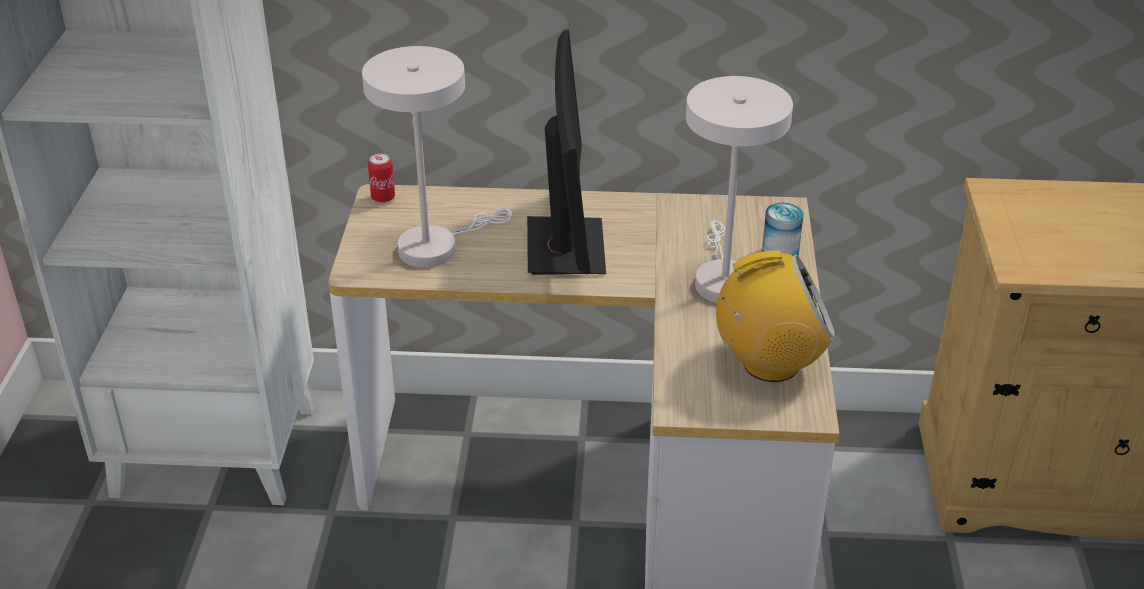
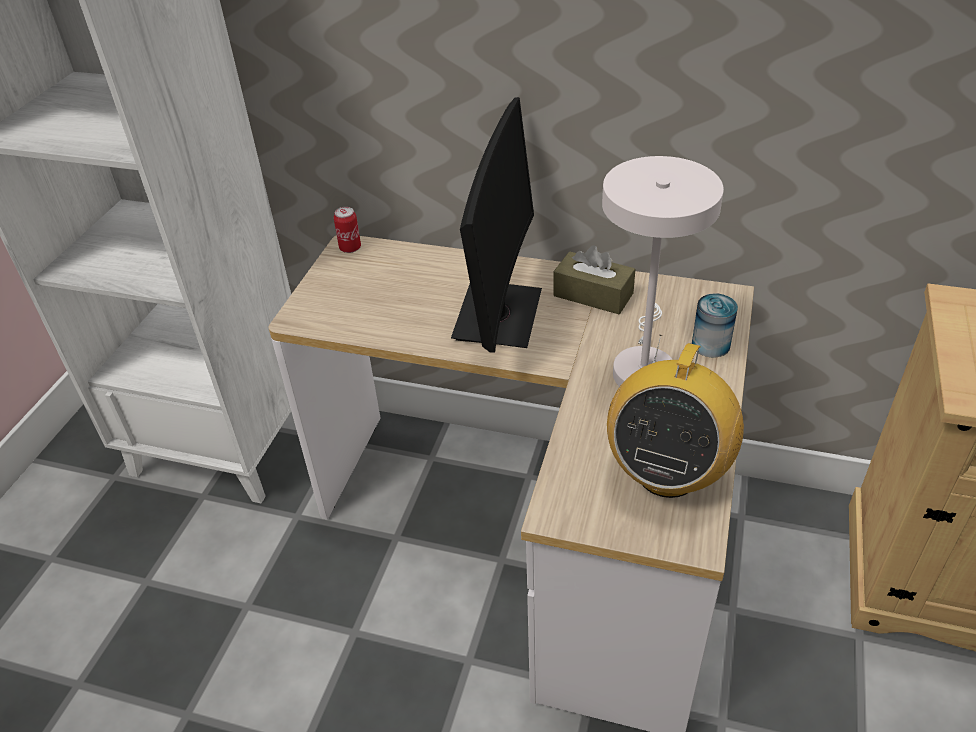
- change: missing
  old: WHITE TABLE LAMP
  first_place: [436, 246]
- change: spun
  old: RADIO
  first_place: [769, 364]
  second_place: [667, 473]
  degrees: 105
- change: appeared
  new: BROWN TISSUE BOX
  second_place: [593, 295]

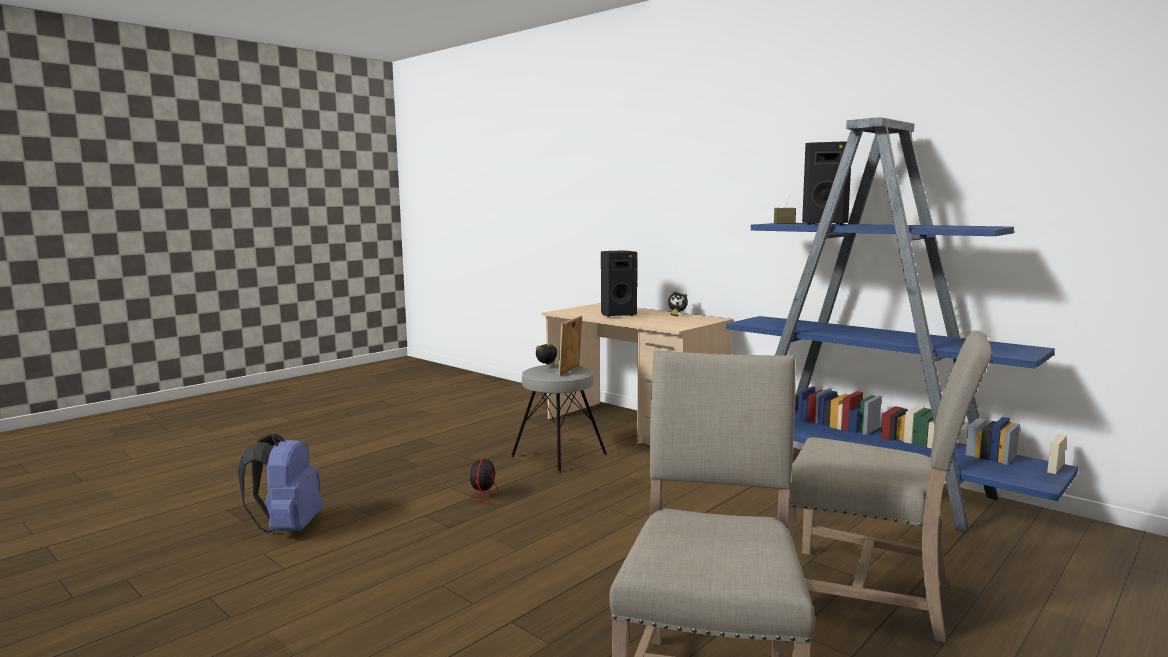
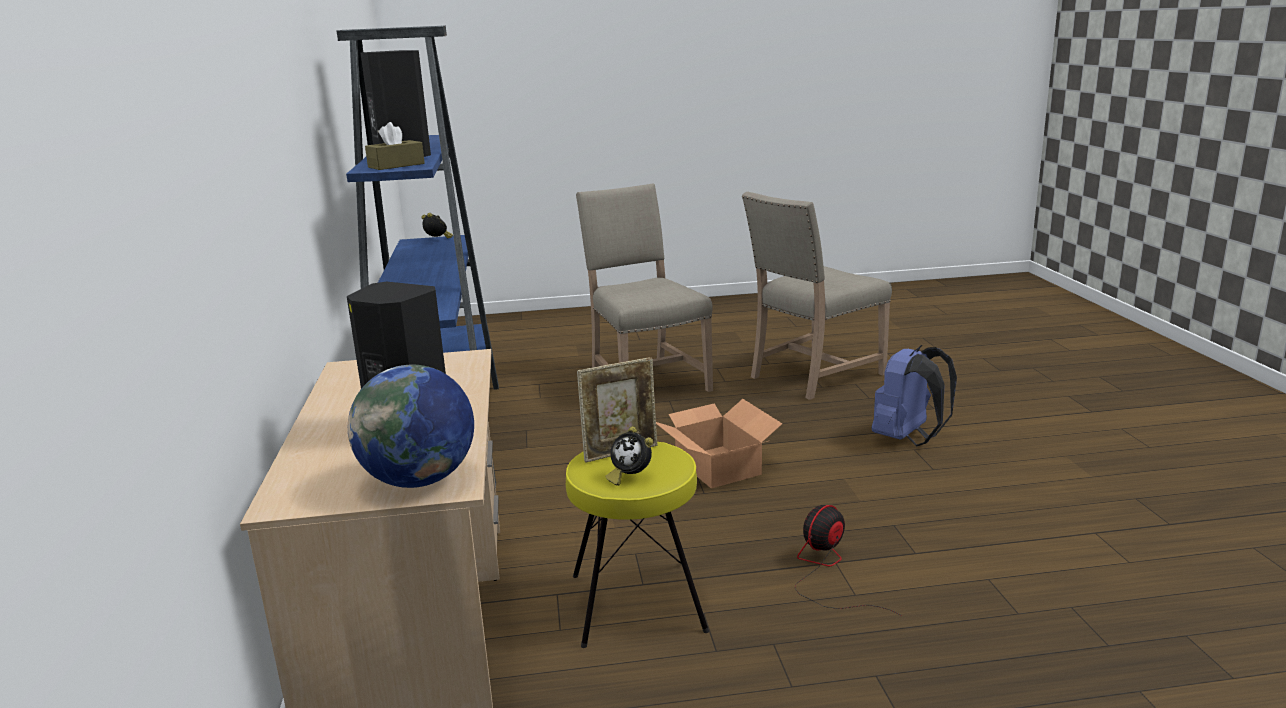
- change: relocated
  old: BLUE BACKPACK
  first_place: [288, 528]
  second_place: [908, 438]
- change: colour
  old: GREY STOOL
  new: YELLOW STOOL
  first_place: [558, 455]
  second_place: [638, 602]
- change: relocated
  old: ALARM CLOCK
  first_place: [676, 315]
  second_place: [437, 240]
- change: appeared
  new: GLOBE
  second_place: [419, 480]
- change: appeared
  new: CARDBOARD BOX
  second_place: [718, 466]

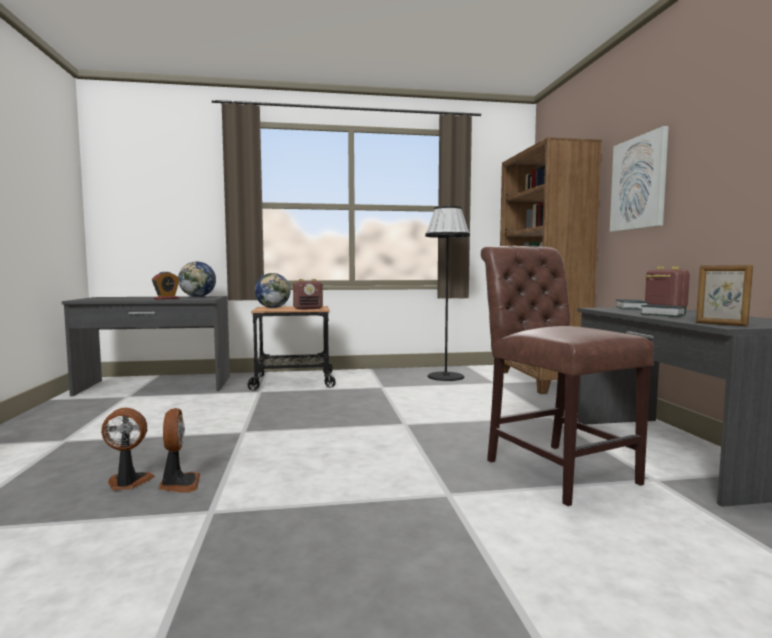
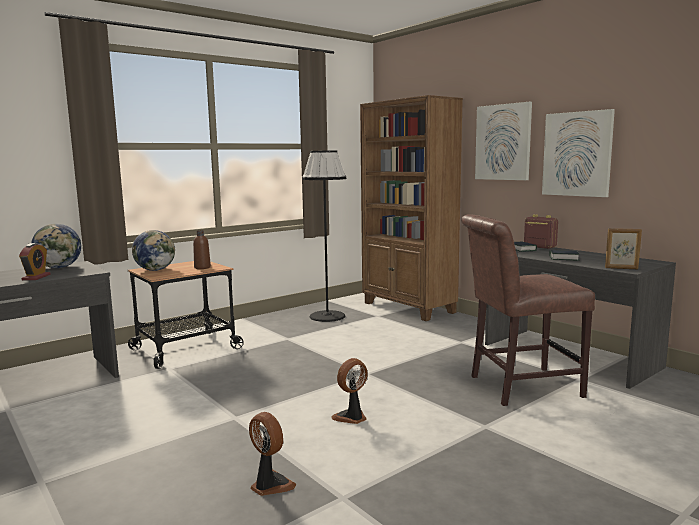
- change: relocated
  old: FAN
  first_place: [128, 483]
  second_place: [351, 417]
- change: exchanged
  old: RADIO
  new: BROWN BOTTLE
  first_place: [308, 308]
  second_place: [202, 267]
- change: spun
  old: BROWN CHAIR
  first_place: [554, 468]
  second_place: [519, 386]
  degrees: -45
- change: appeared
  new: PICTURE
  second_place: [577, 154]

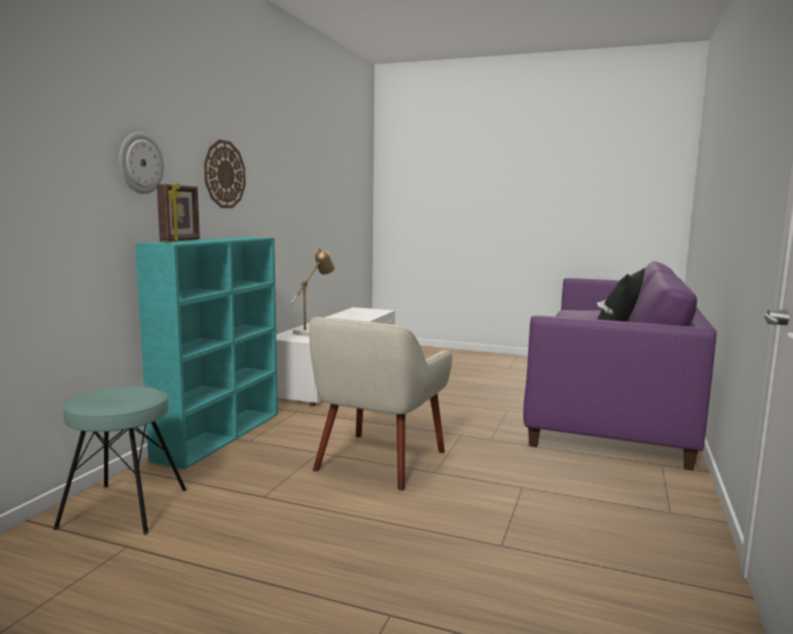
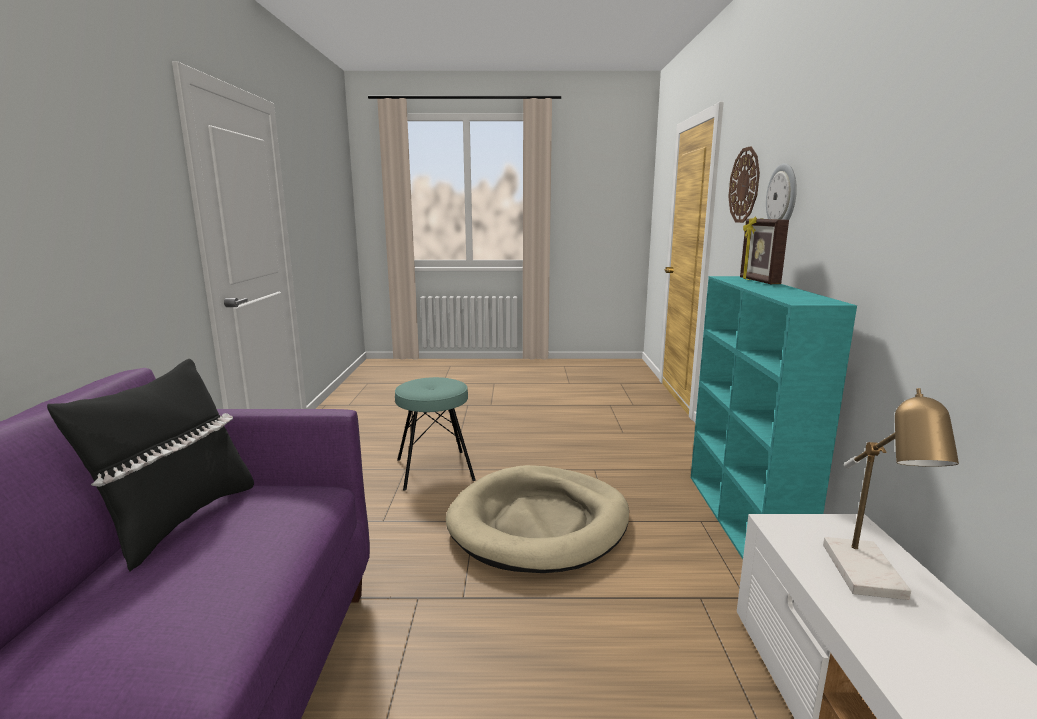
- change: relocated
  old: TURQUOISE STOOL
  first_place: [124, 508]
  second_place: [435, 470]
- change: relocated
  old: WALL CLOCK
  first_place: [224, 174]
  second_place: [744, 185]
- change: exchanged
  old: BEIGE ARMCHAIR
  new: BEIGE DOG BED
  first_place: [378, 461]
  second_place: [539, 523]

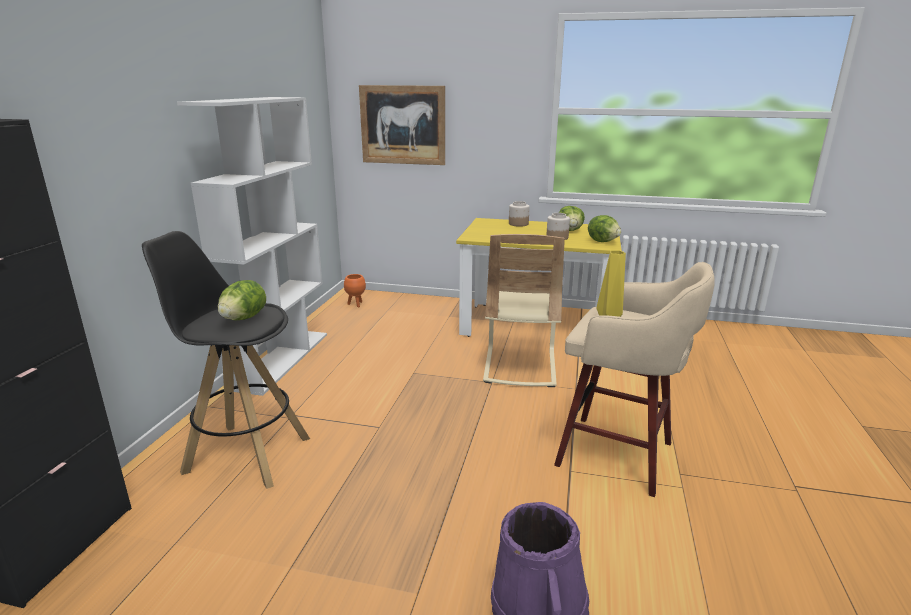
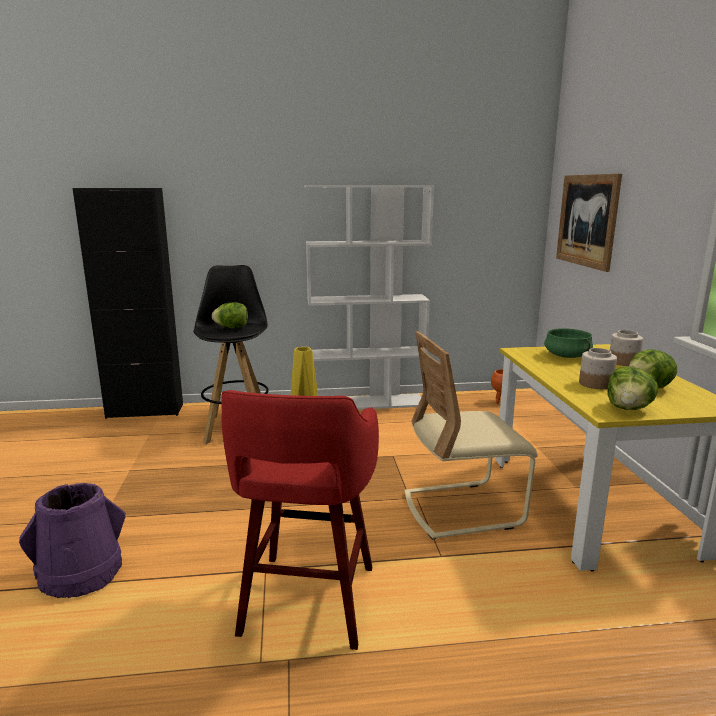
- change: colour
  old: BEIGE STOOL
  new: RED STOOL
  first_place: [619, 455]
  second_place: [307, 603]
- change: appeared
  new: GREEN COOKING POT
  second_place: [567, 356]

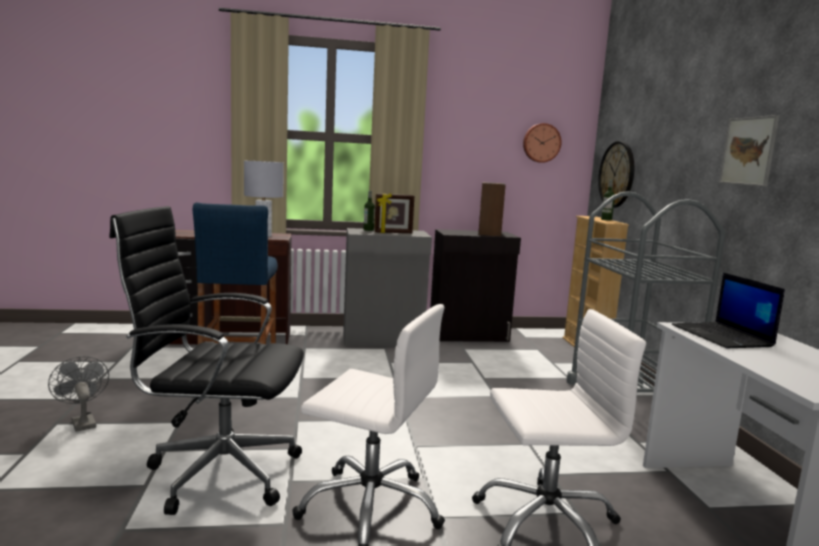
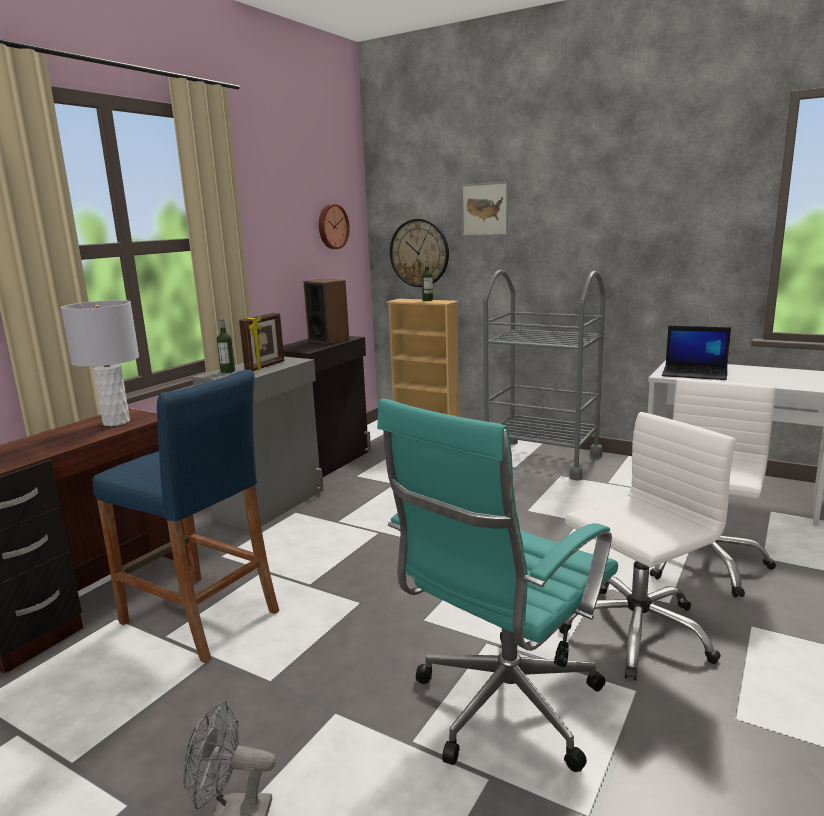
- change: colour
  old: BLACK OFFICE CHAIR
  new: TURQUOISE OFFICE CHAIR
  first_place: [217, 473]
  second_place: [502, 710]
- change: relocated
  old: PICTURE
  first_place: [748, 151]
  second_place: [485, 209]

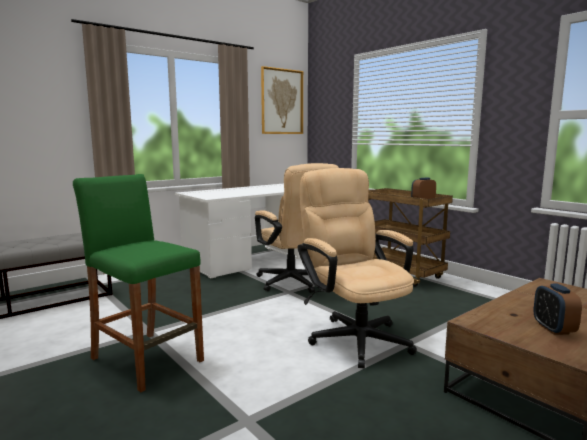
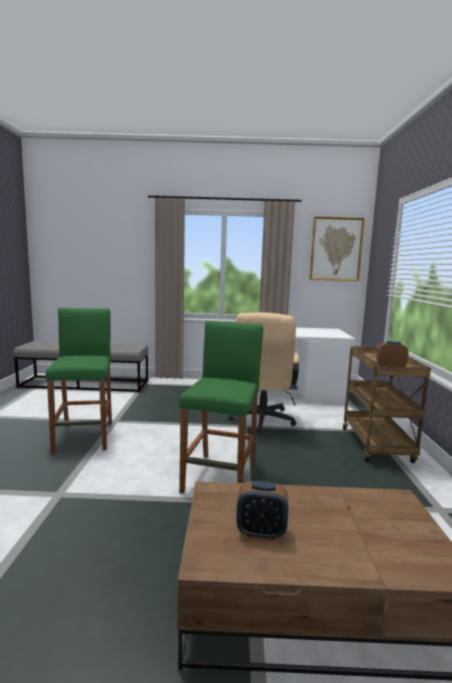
- change: exchanged
  old: BEIGE OFFICE CHAIR
  new: GREEN STOOL
  first_place: [354, 336]
  second_place: [221, 477]
- change: spun
  old: ALARM CLOCK
  first_place: [553, 329]
  second_place: [261, 532]
  degrees: -120

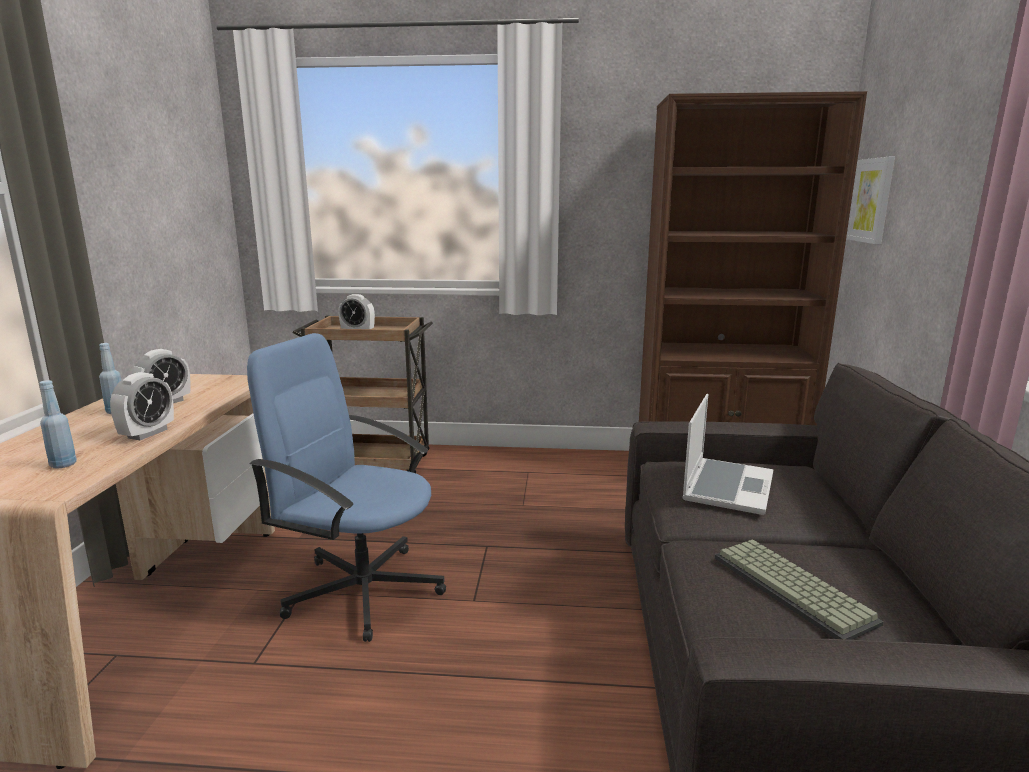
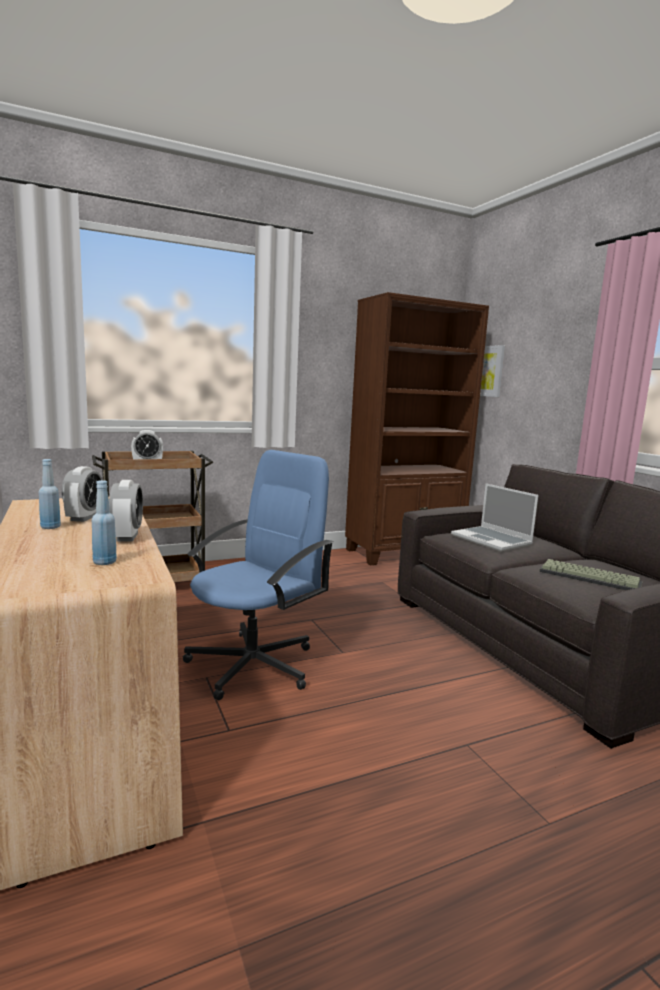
- change: spun
  old: BLUE OFFICE CHAIR
  first_place: [362, 589]
  second_place: [254, 664]
  degrees: 135
- change: spun
  old: LAPTOP
  first_place: [727, 487]
  second_place: [492, 540]
  degrees: 150

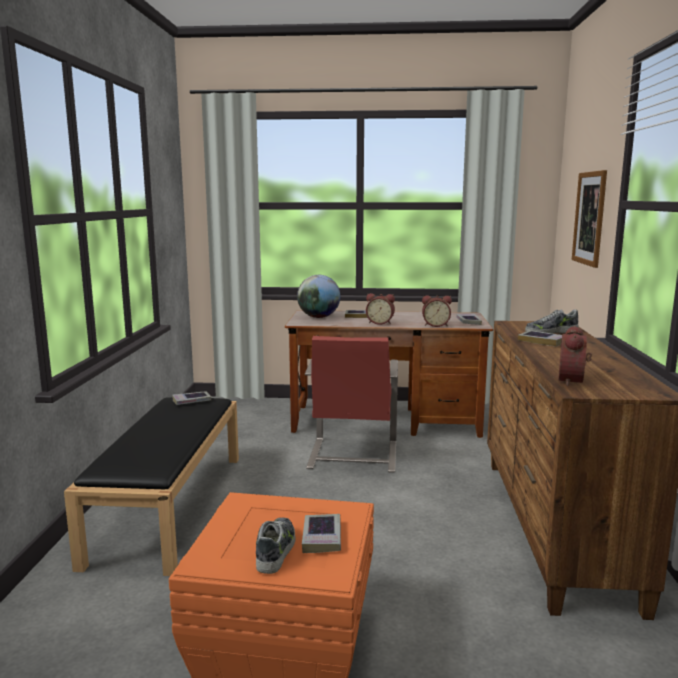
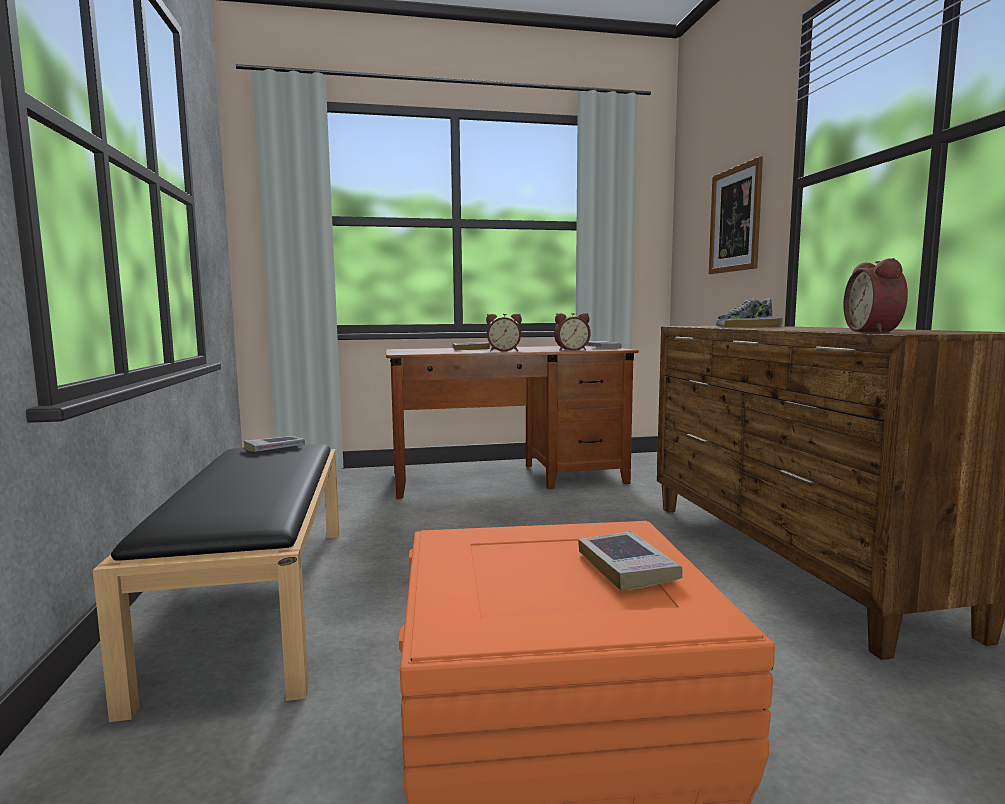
- change: missing
  old: SHOE
  first_place: [276, 550]
- change: missing
  old: GLOBE
  first_place: [318, 317]
- change: missing
  old: RED CHAIR
  first_place: [352, 456]

